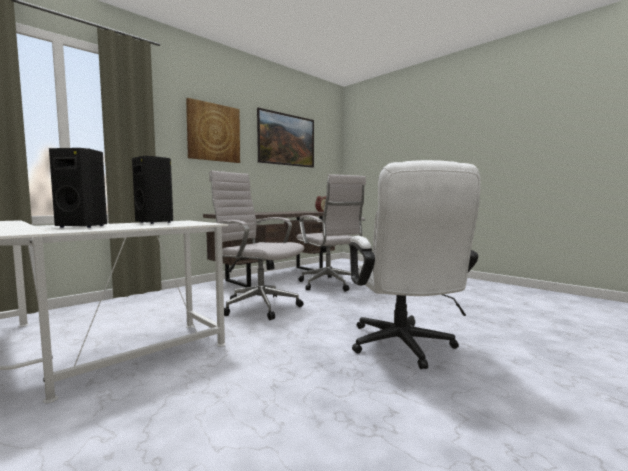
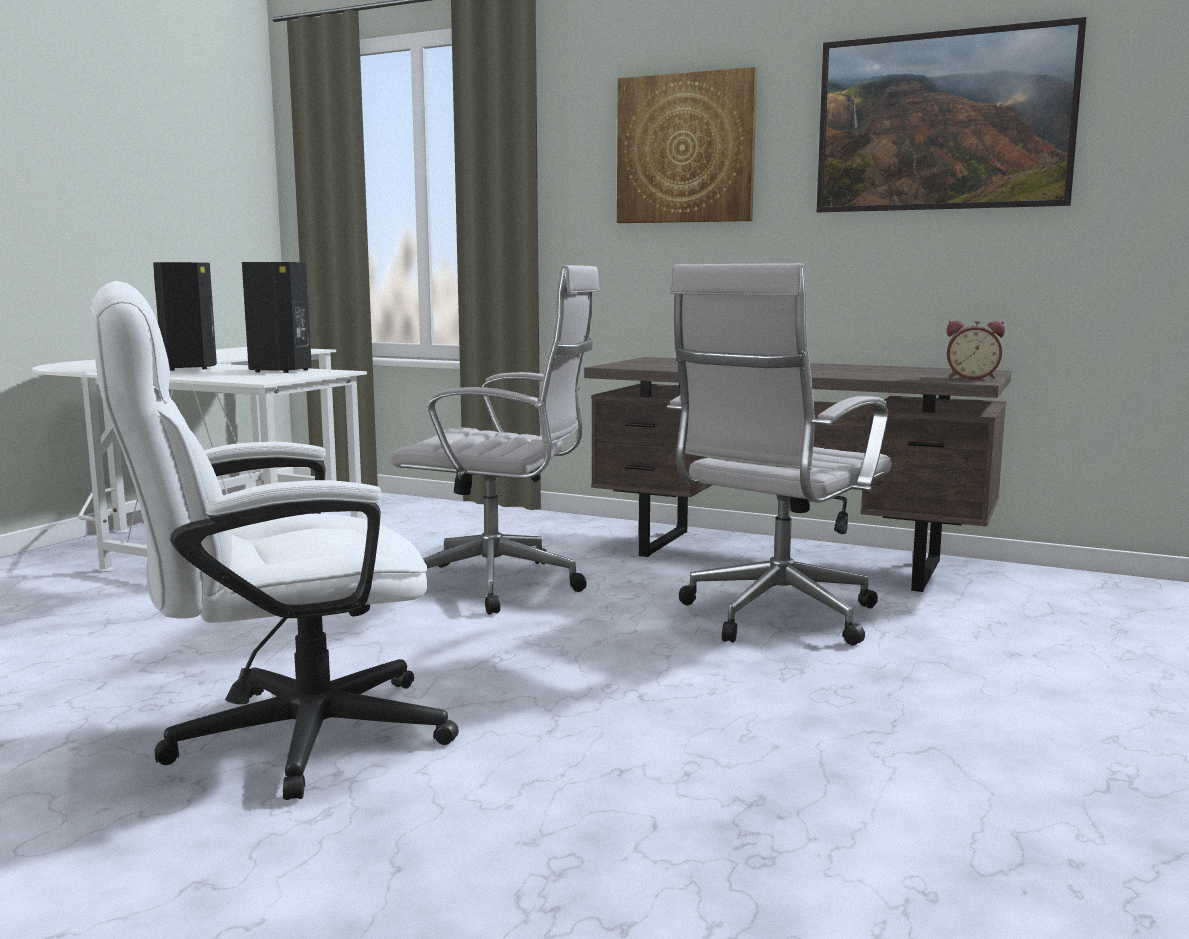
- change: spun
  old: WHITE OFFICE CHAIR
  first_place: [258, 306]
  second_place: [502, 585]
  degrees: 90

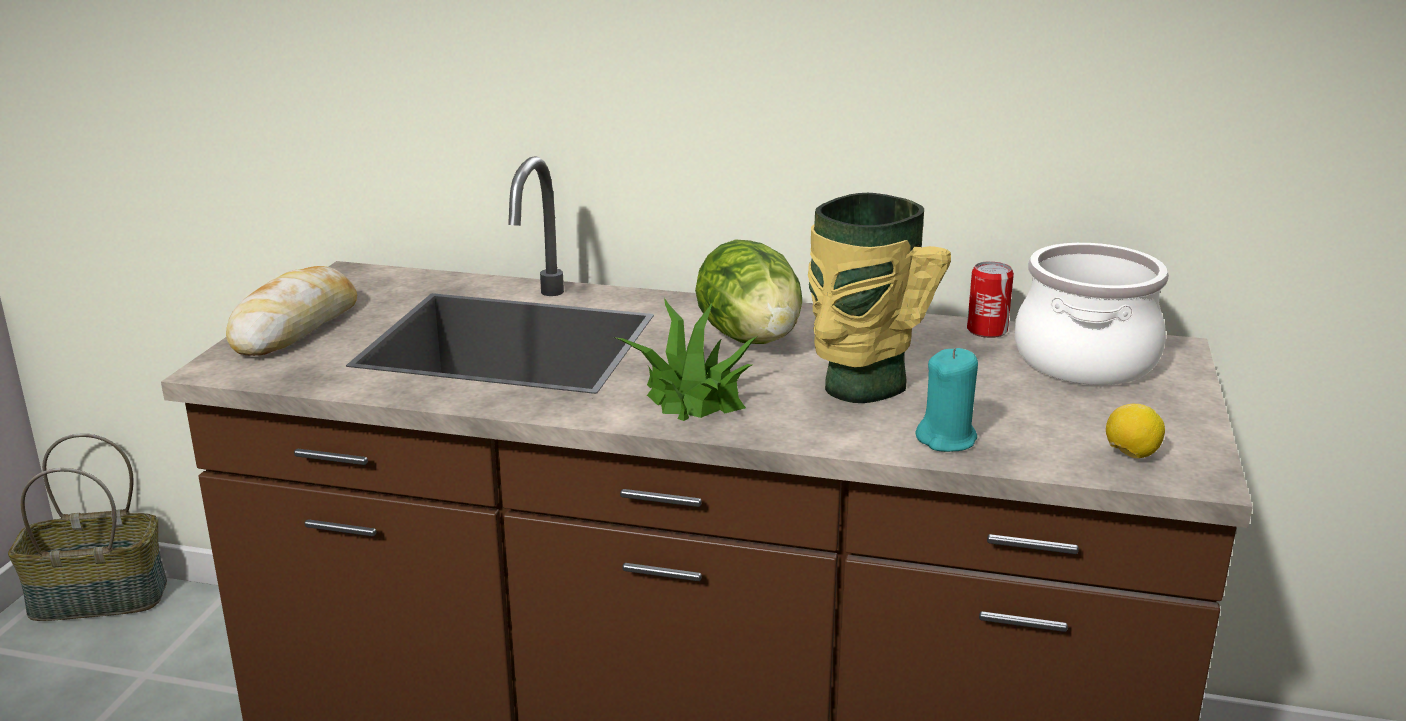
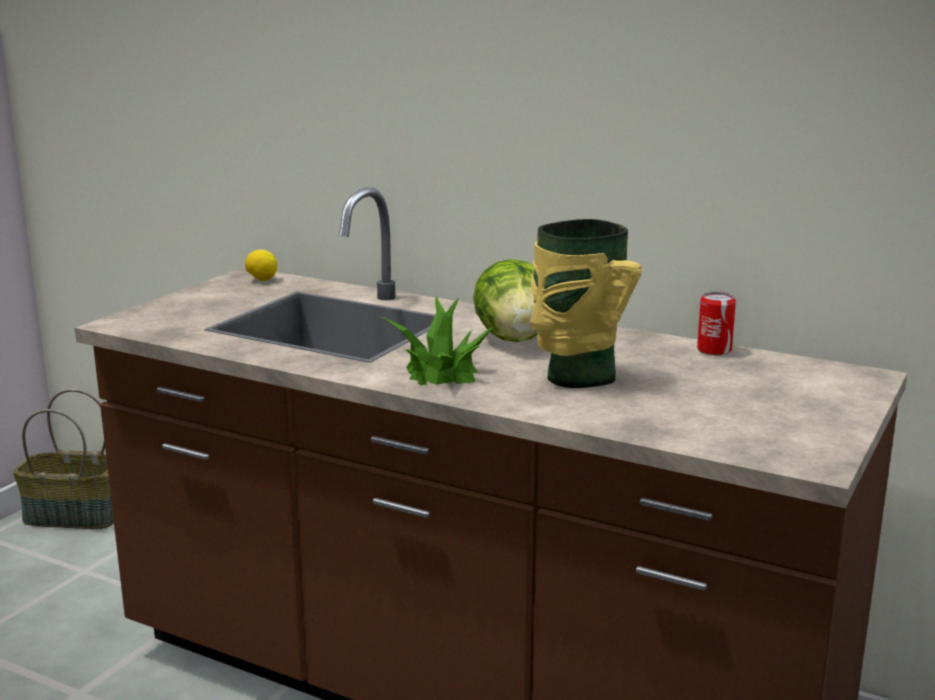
- change: missing
  old: BREAD
  first_place: [296, 327]
- change: missing
  old: TURQUOISE CANDLE
  first_place: [947, 439]
- change: missing
  old: COOKING POT
  first_place: [1086, 361]
- change: relocated
  old: LEMON
  first_place: [1130, 455]
  second_place: [261, 280]

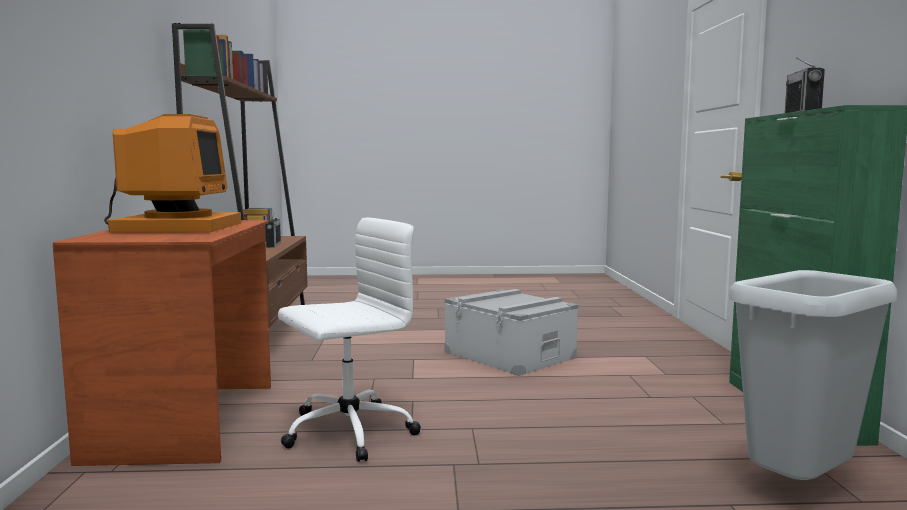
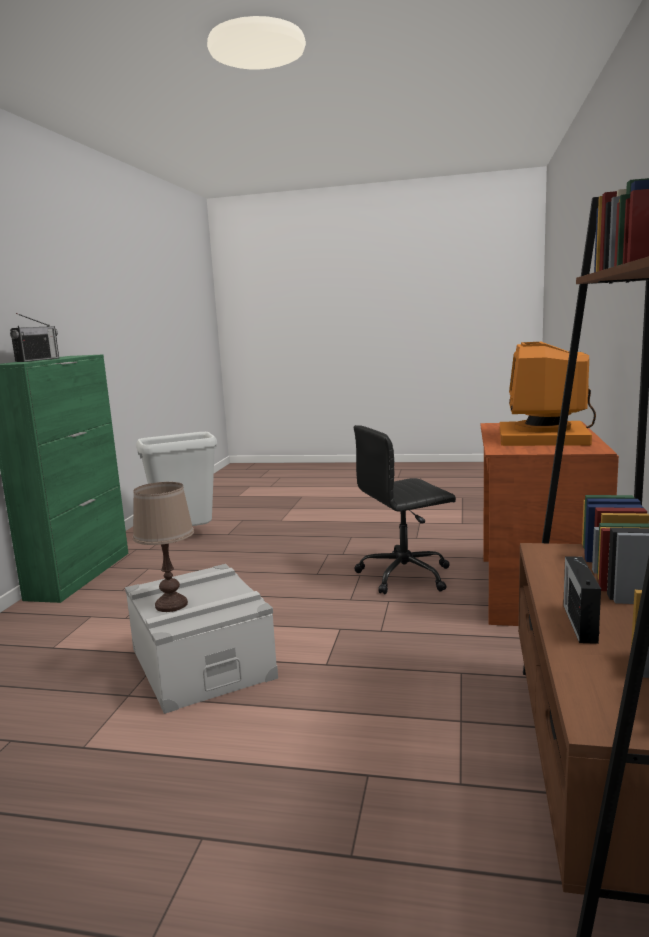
- change: colour
  old: WHITE OFFICE CHAIR
  new: BLACK OFFICE CHAIR
  first_place: [346, 432]
  second_place: [406, 575]
- change: appeared
  new: BROWN TABLE LAMP
  second_place: [171, 605]

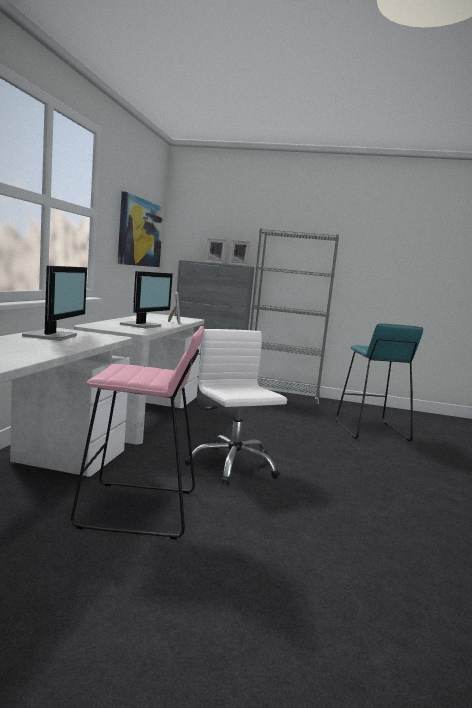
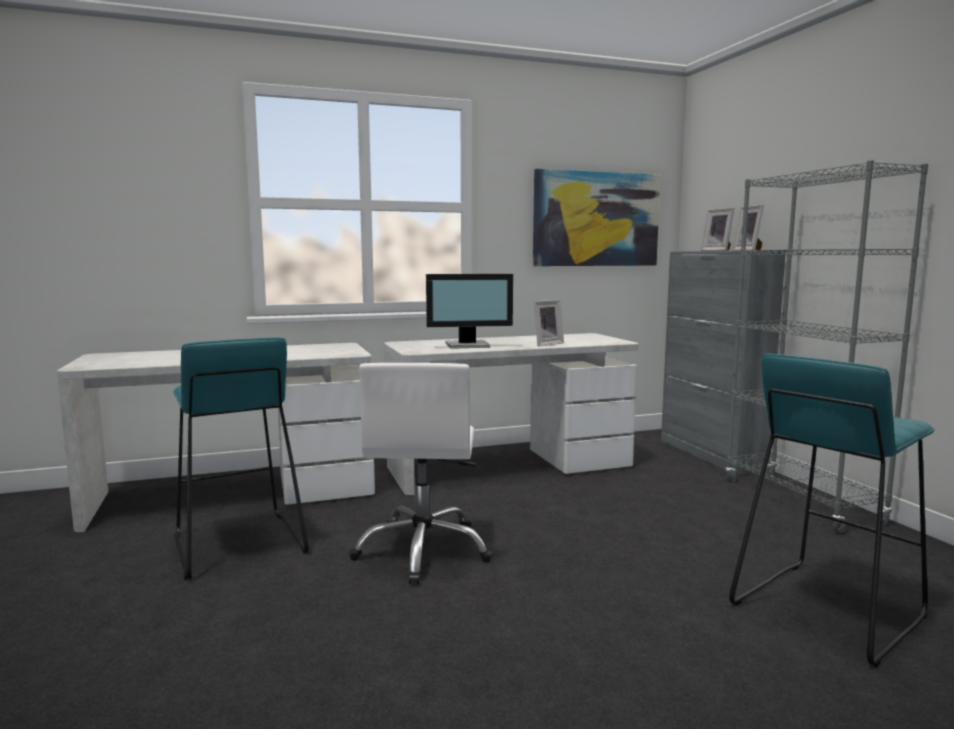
- change: missing
  old: MONITOR
  first_place: [53, 336]
- change: colour
  old: PINK STOOL
  new: TURQUOISE STOOL
  first_place: [139, 509]
  second_place: [238, 545]
- change: spun
  old: WHITE OFFICE CHAIR
  first_place: [232, 465]
  second_place: [423, 550]
  degrees: 150

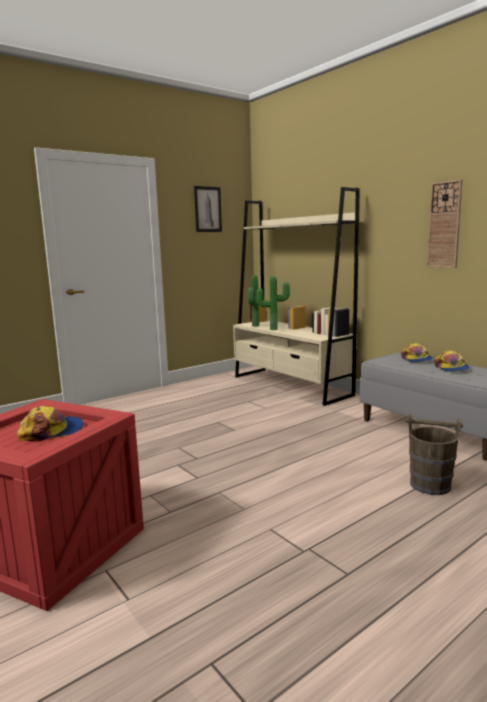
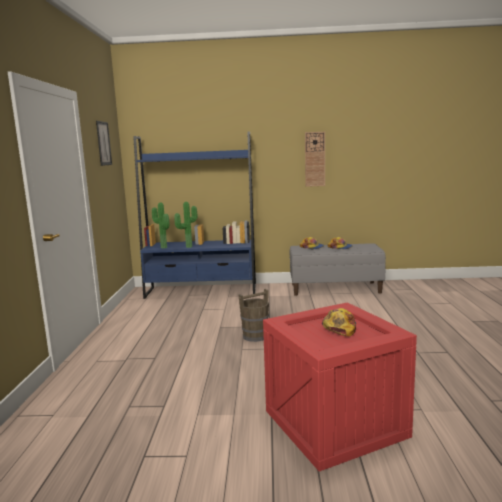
- change: colour
  old: BEIGE BOOKCASE
  new: BLUE BOOKCASE
  first_place: [290, 385]
  second_place: [201, 291]
- change: relocated
  old: BROWN BUCKET
  first_place: [429, 485]
  second_place: [255, 336]

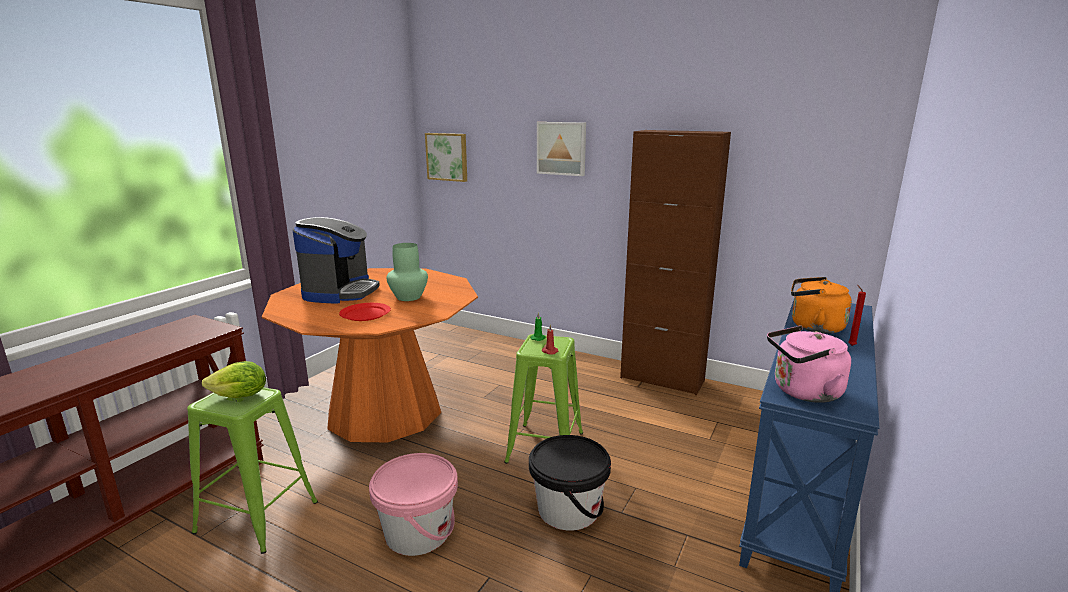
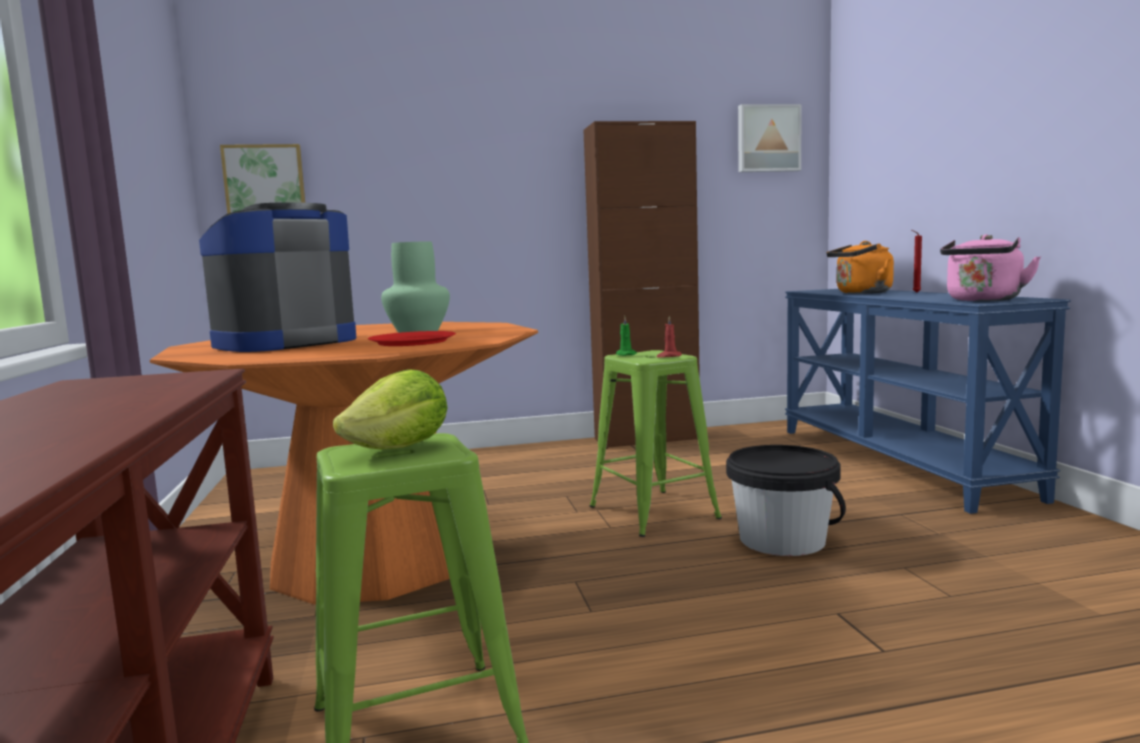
- change: spun
  old: COFFEE MACHINE
  first_place: [340, 292]
  second_place: [285, 343]
  degrees: -105
- change: missing
  old: PINK BUCKET
  first_place: [418, 532]
- change: relocated
  old: PICTURE
  first_place: [562, 148]
  second_place: [768, 139]

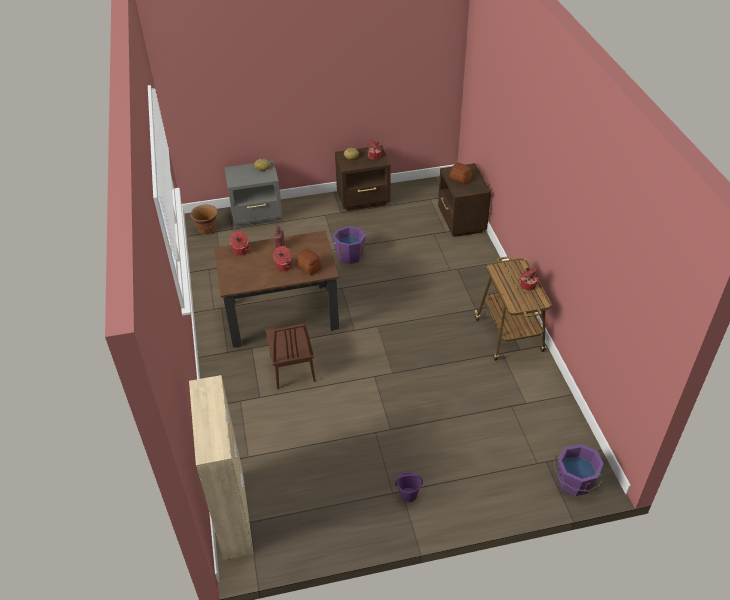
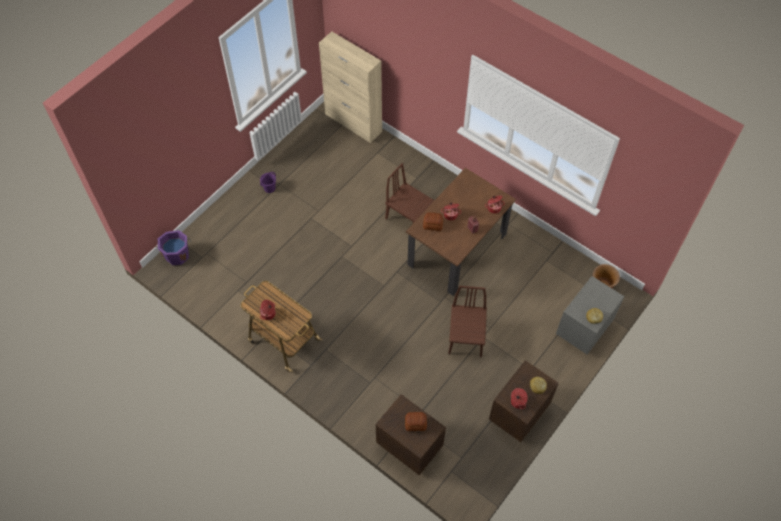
- change: exchanged
  old: PURPLE BUCKET
  new: BROWN CHAIR
  first_place: [349, 255]
  second_place: [466, 337]

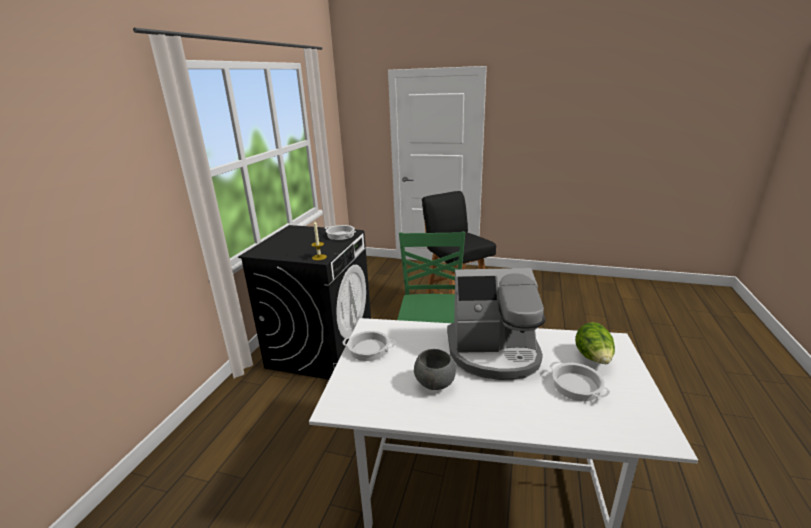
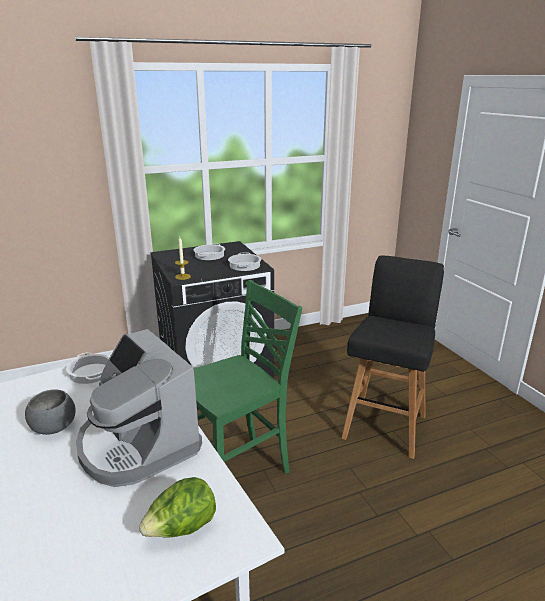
- change: relocated
  old: COOKING POT
  first_place: [576, 386]
  second_place: [209, 255]

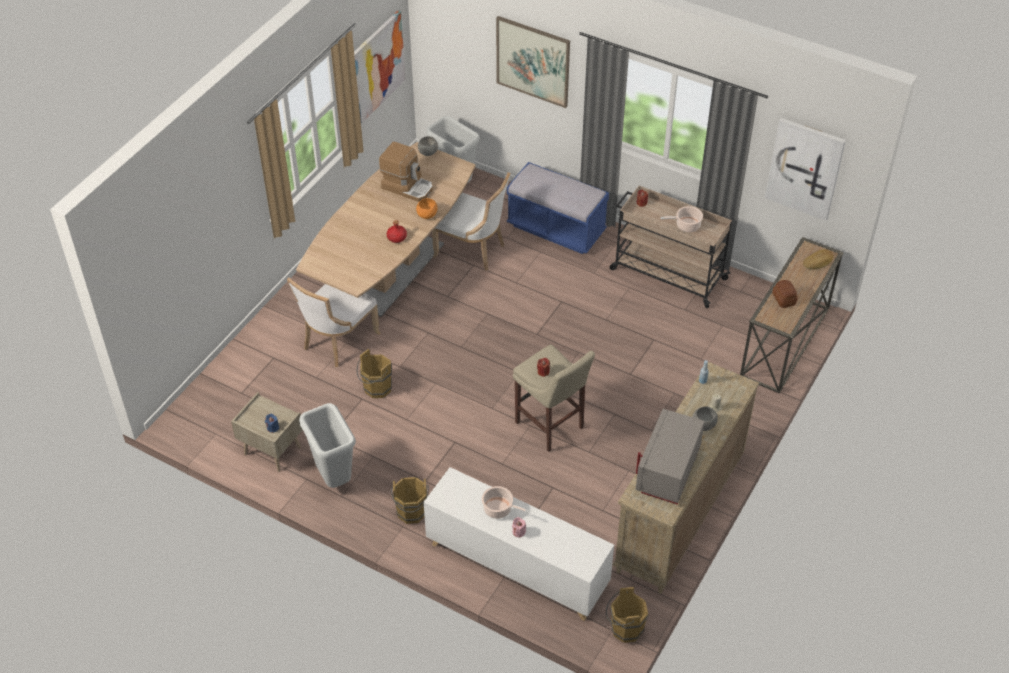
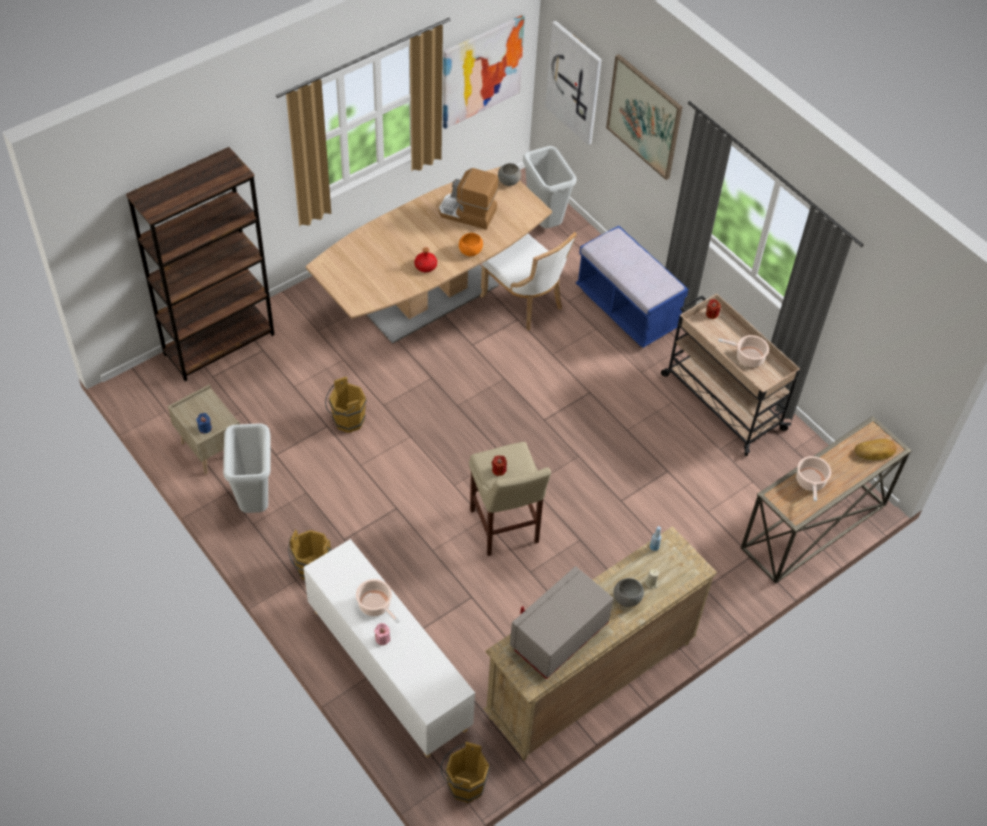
- change: missing
  old: WHITE CHAIR
  first_place: [337, 341]
- change: spun
  old: COFFEE MACHINE
  first_place: [408, 187]
  second_place: [467, 213]
  degrees: 150
- change: relocated
  old: PICTURE
  first_place: [805, 168]
  second_place: [574, 82]
- change: exchanged
  old: BREAD
  new: COOKING POT
  first_place: [783, 299]
  second_place: [810, 482]
- change: appeared
  new: BROWN BOOKCASE
  second_place: [219, 344]

